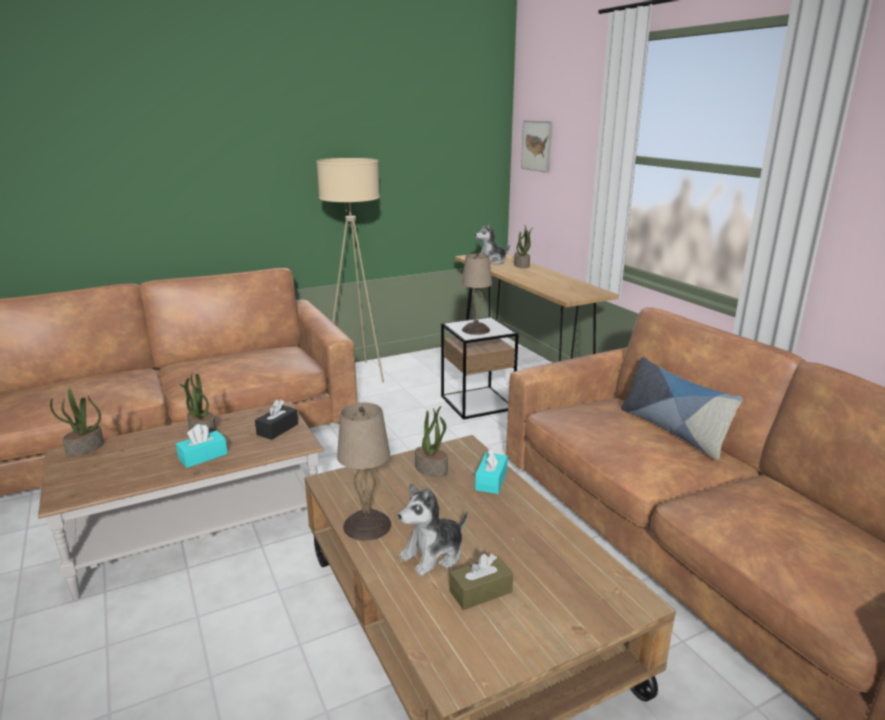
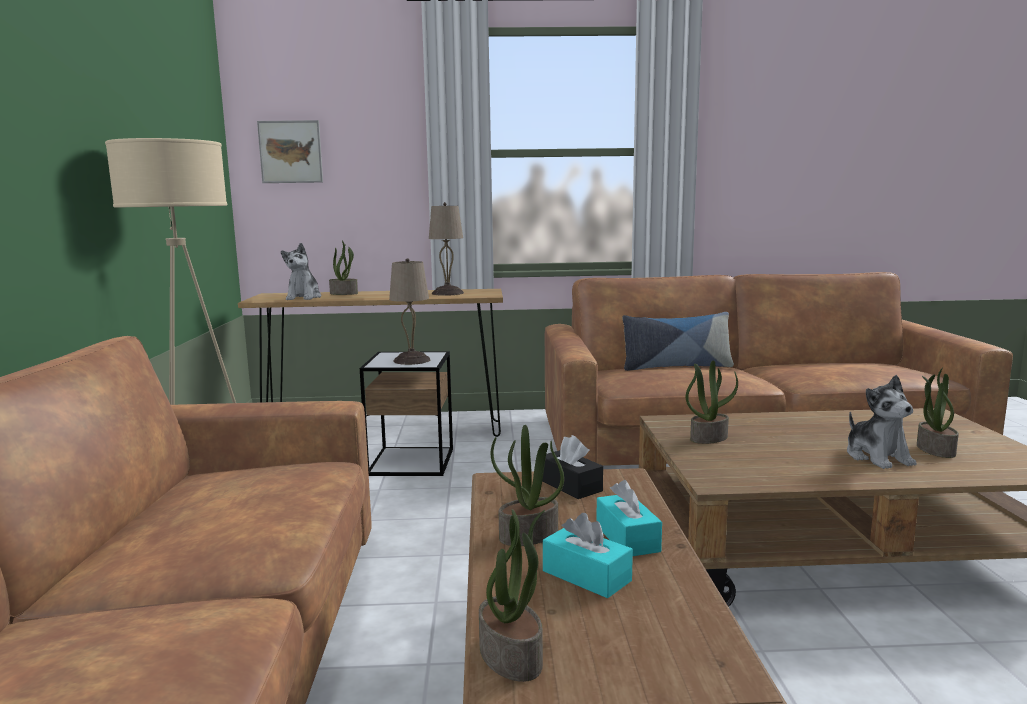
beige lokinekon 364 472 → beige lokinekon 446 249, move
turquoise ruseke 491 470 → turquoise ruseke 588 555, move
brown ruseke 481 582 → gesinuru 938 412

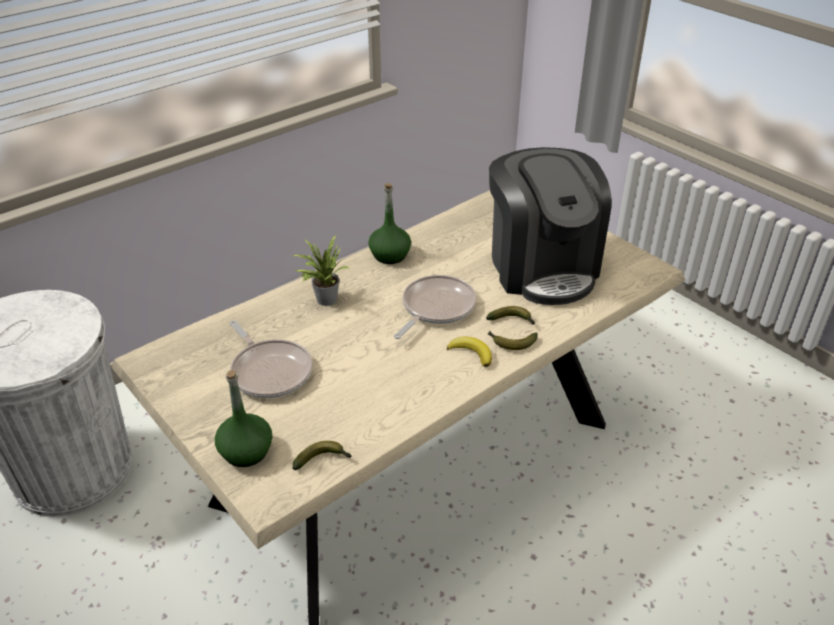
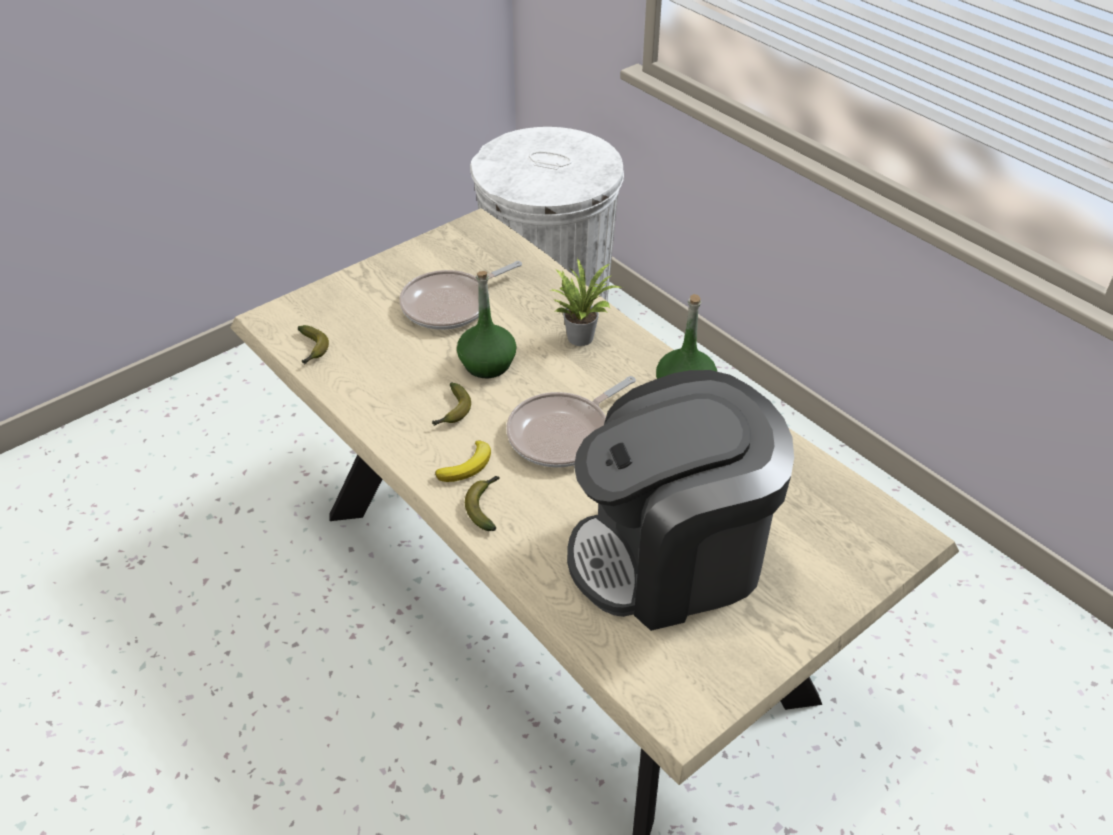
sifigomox 510 315 → sifigomox 451 404, move
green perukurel 243 418 → green perukurel 487 324, move
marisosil 435 307 → marisosil 571 422, 105 degrees clockwise

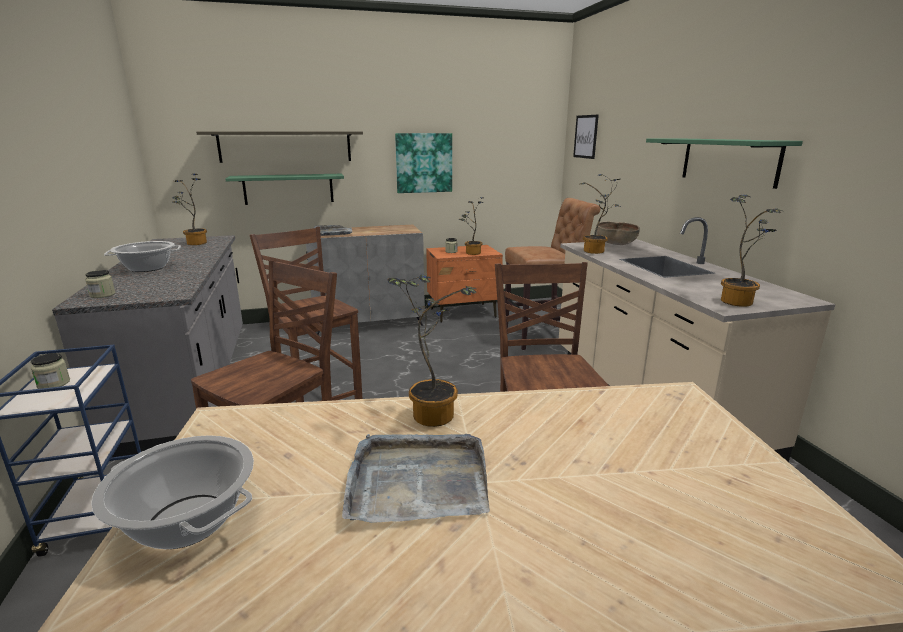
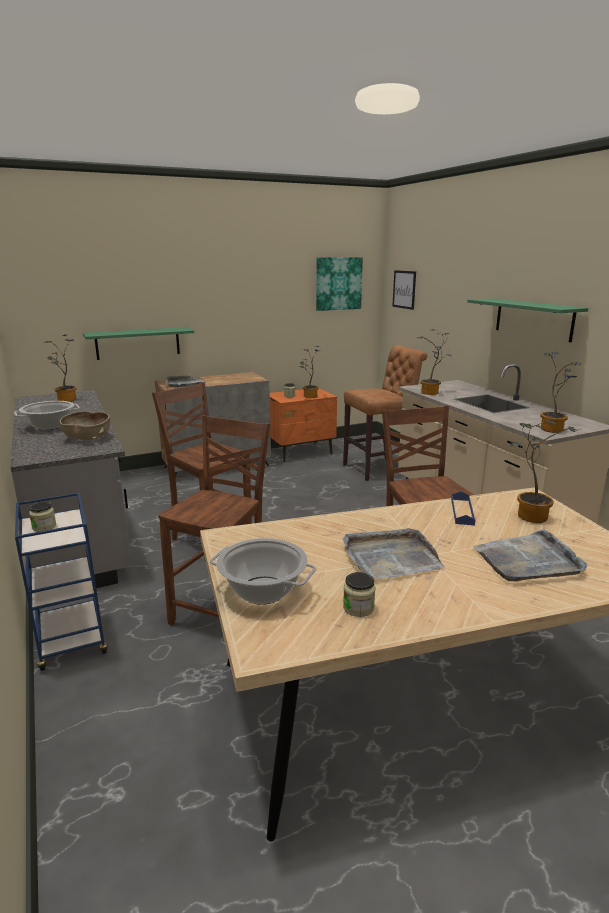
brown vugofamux 618 233 → brown vugofamux 85 425, move
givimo 423 163 → givimo 339 284, move
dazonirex 100 284 → dazonirex 359 594, move
- → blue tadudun 463 508
- → grey tadudun 530 555
gesinuru 432 350 → gesinuru 543 471, move
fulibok 279 147 → -

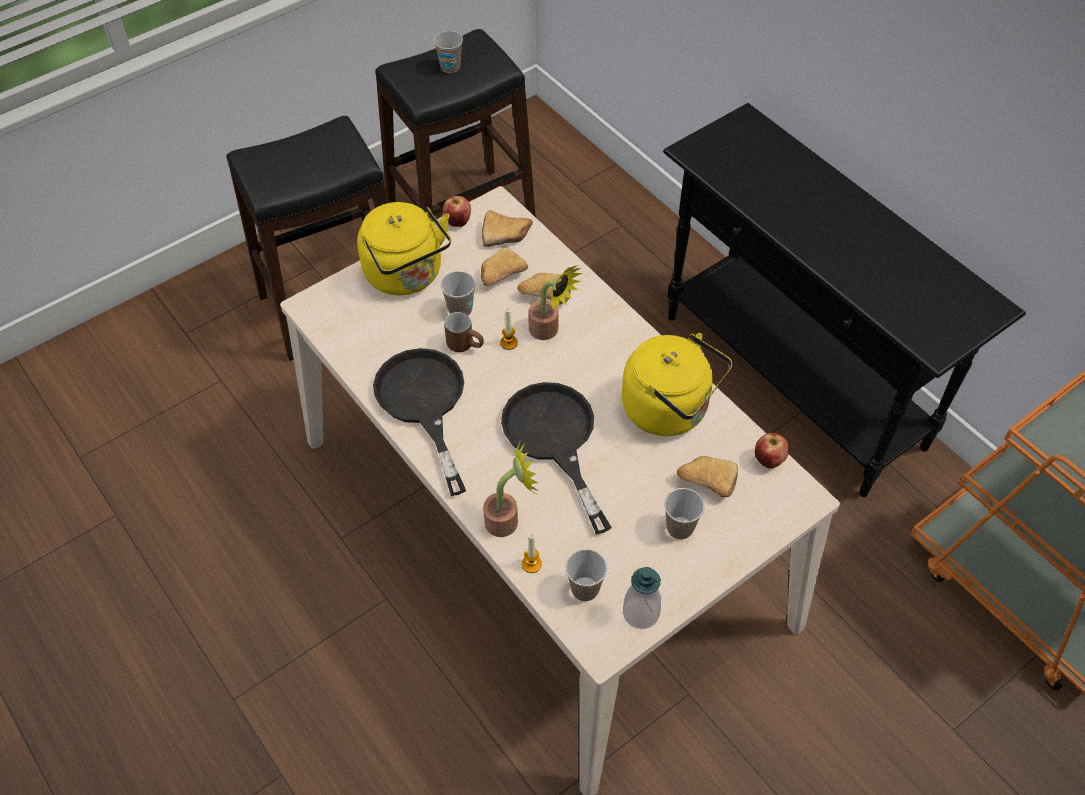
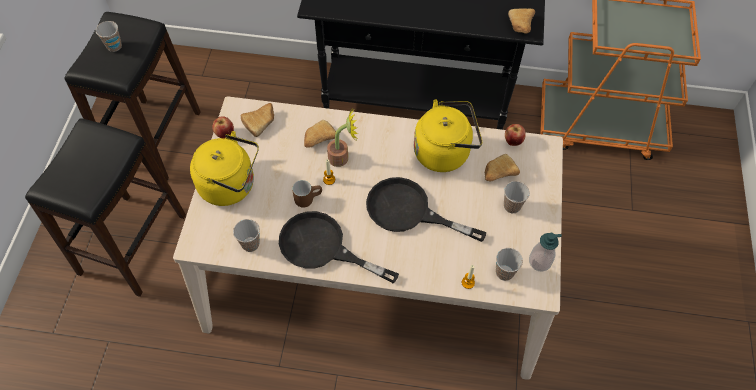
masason 457 293 → masason 246 235, move
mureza 504 267 → mureza 521 21, move
gesinuru 511 488 → -

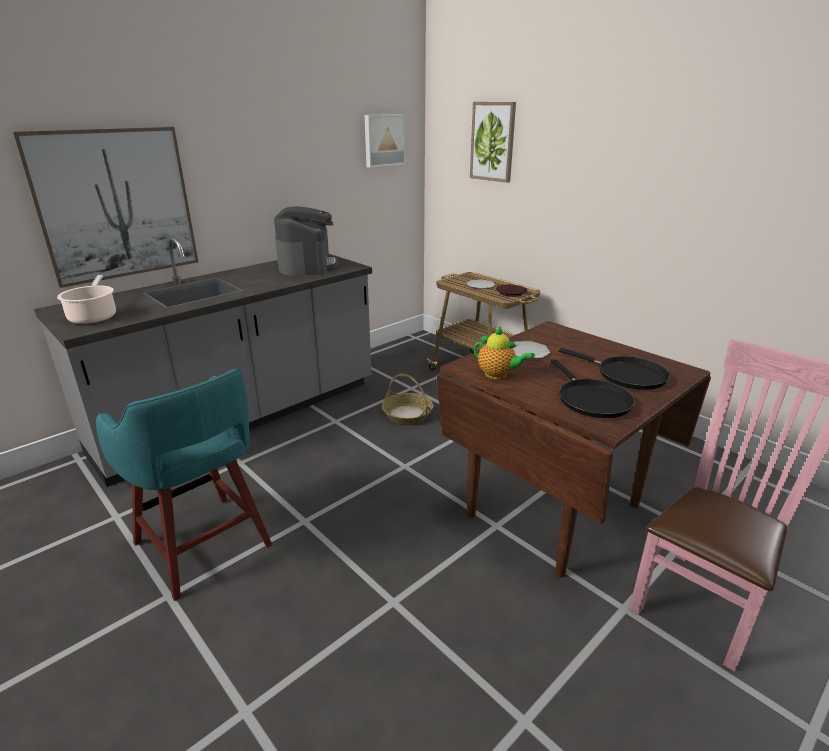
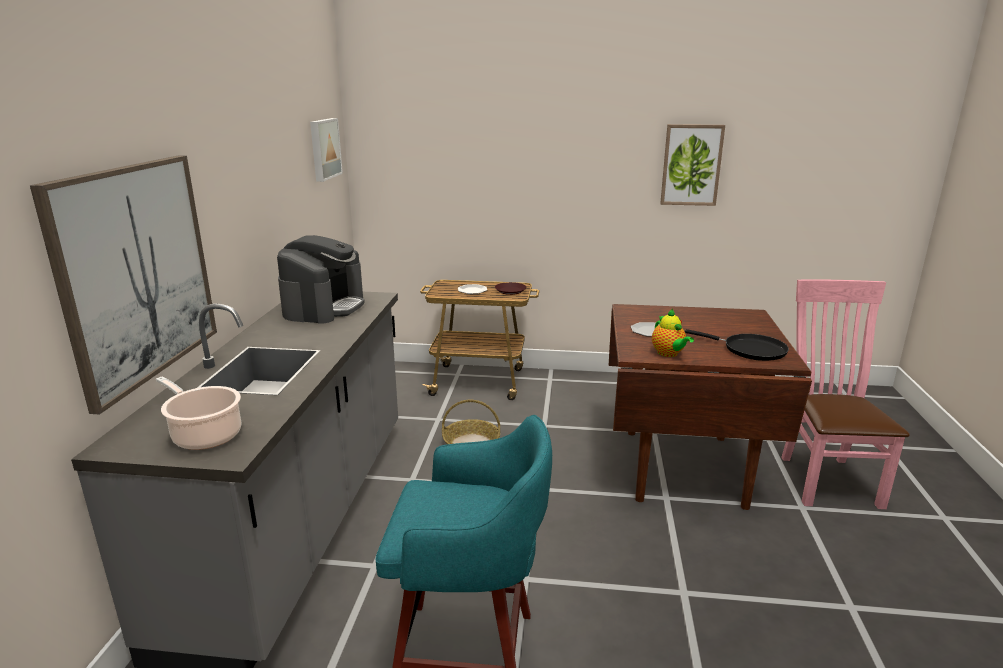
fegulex 306 241 → fegulex 321 279, 60 degrees clockwise
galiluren 504 352 → galiluren 673 333, 75 degrees clockwise
givimo 493 142 → givimo 692 165, move
black marisosil 614 369 → -

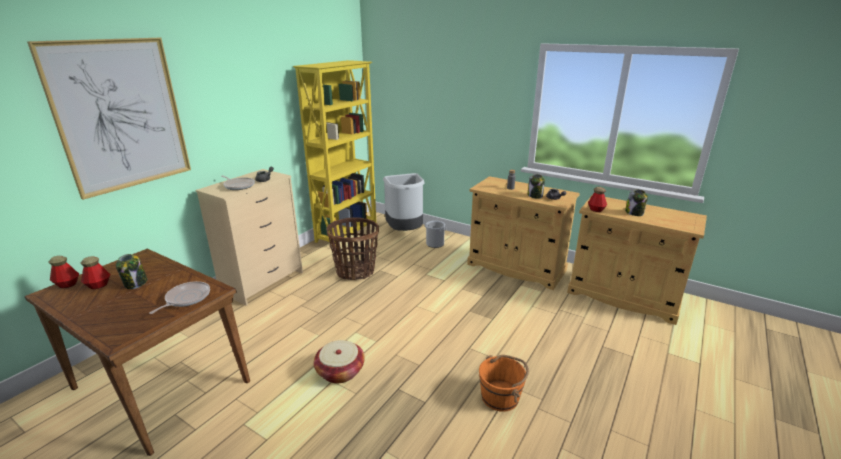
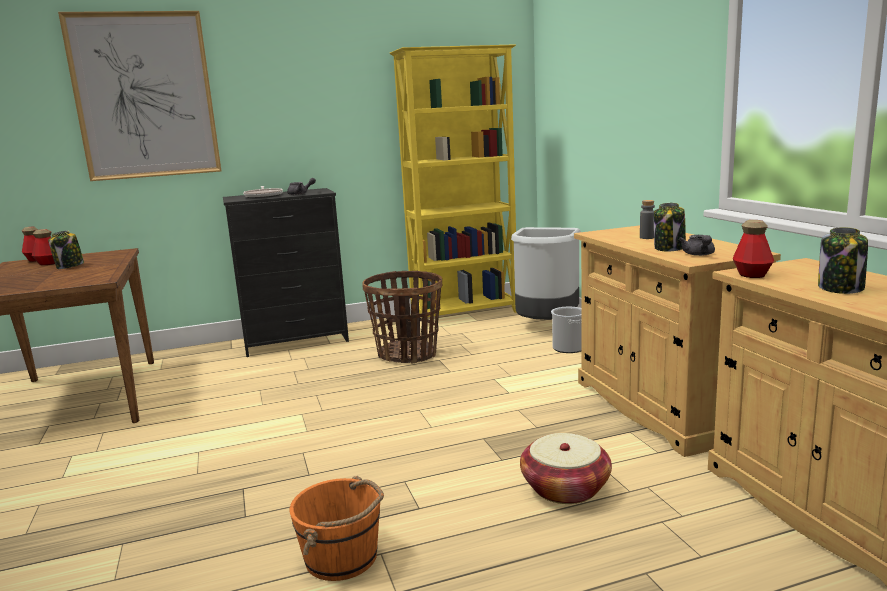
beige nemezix 249 237 → black nemezix 286 272
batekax 339 361 → batekax 566 468, move
marisosil 179 297 → -

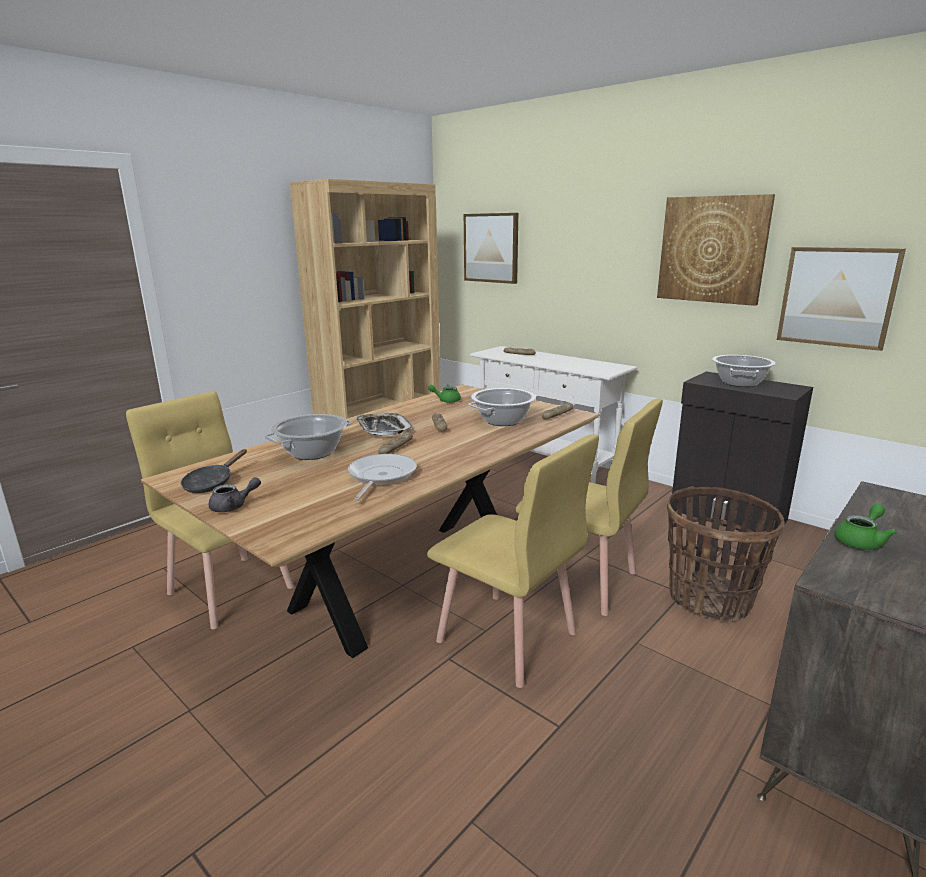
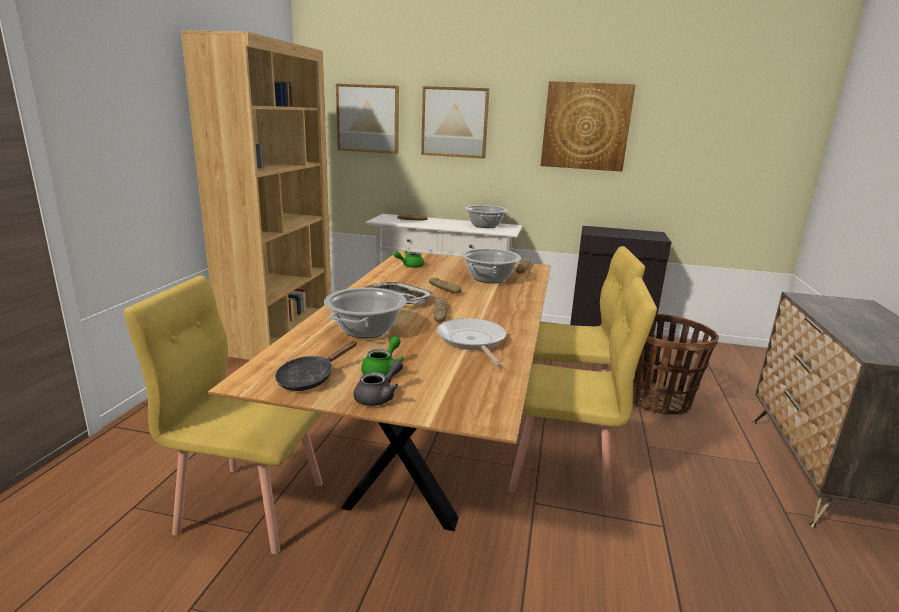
black marisosil 214 471 → black marisosil 316 366, 45 degrees clockwise
green galiluren 865 527 → green galiluren 382 356, move
givimo 841 299 → givimo 455 122, move
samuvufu 744 371 → samuvufu 486 216, move

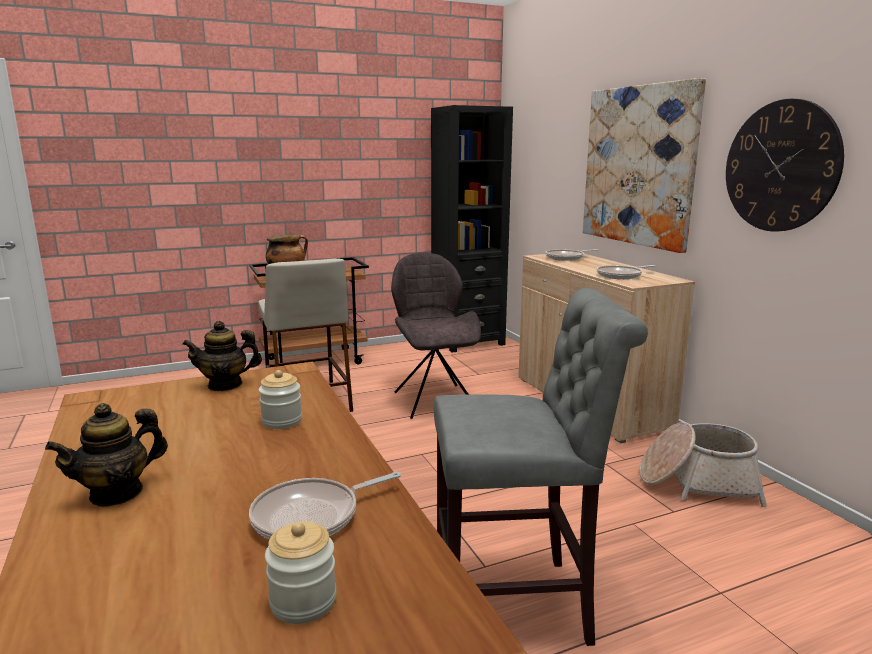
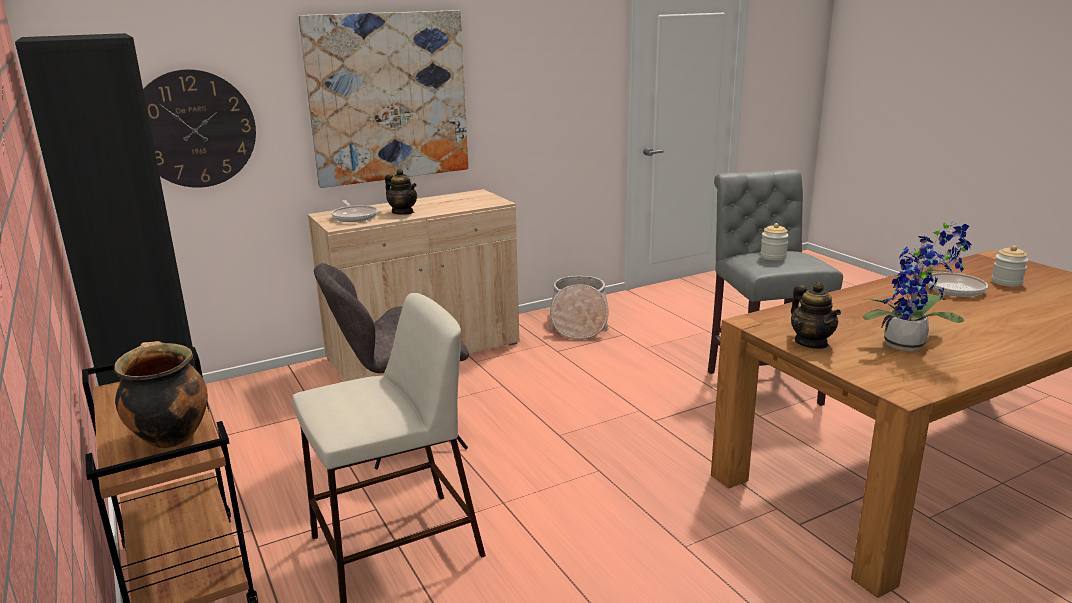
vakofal 785 165 → vakofal 199 128, move
galiluren 106 455 → galiluren 401 192, move
dazonirex 280 399 → dazonirex 774 241, move
- → gesinuru 917 285
marisosil 626 272 → -

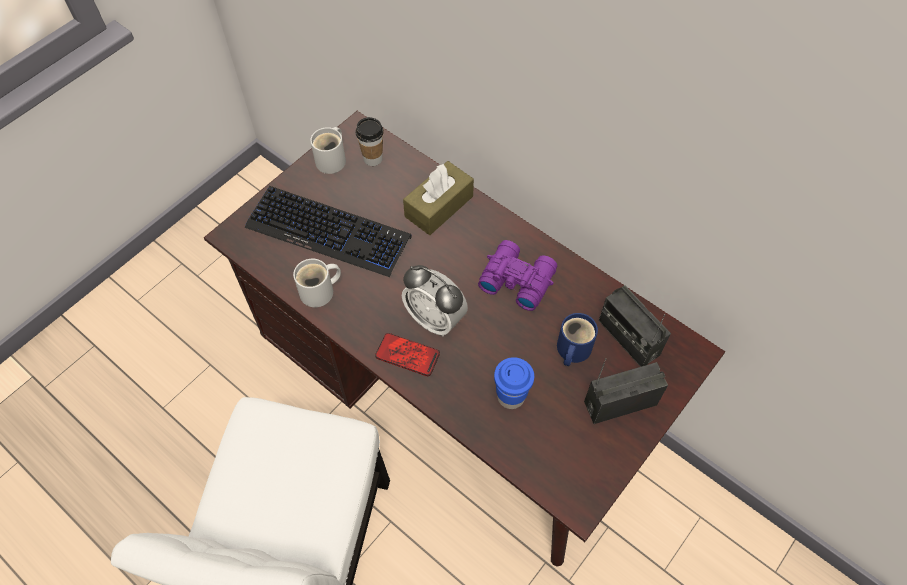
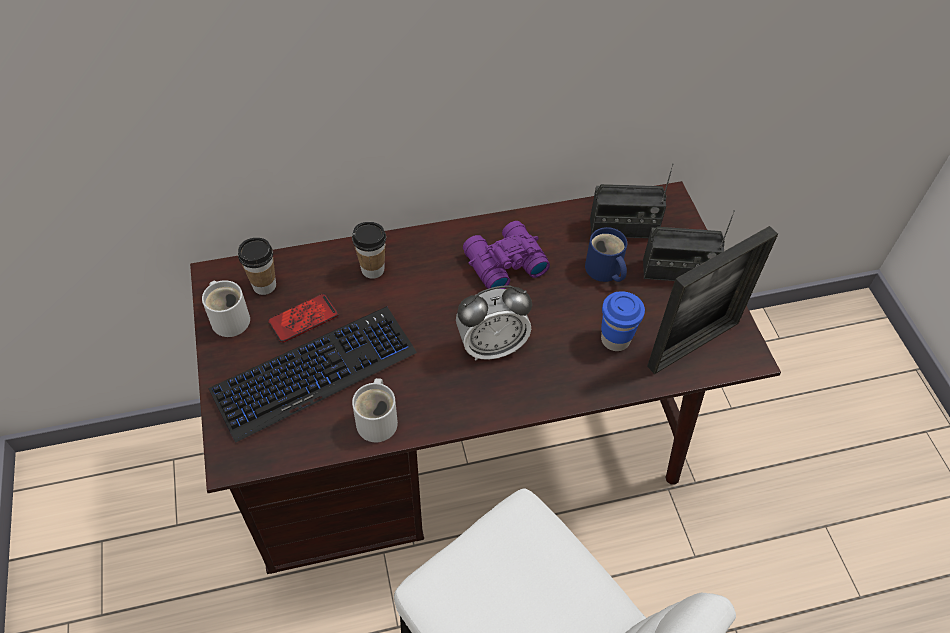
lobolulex 407 354 → lobolulex 303 318, move
brown ruseke 438 198 → masason 369 250
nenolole 626 391 → nenolole 689 245, 105 degrees counterclockwise
- → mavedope 712 300

